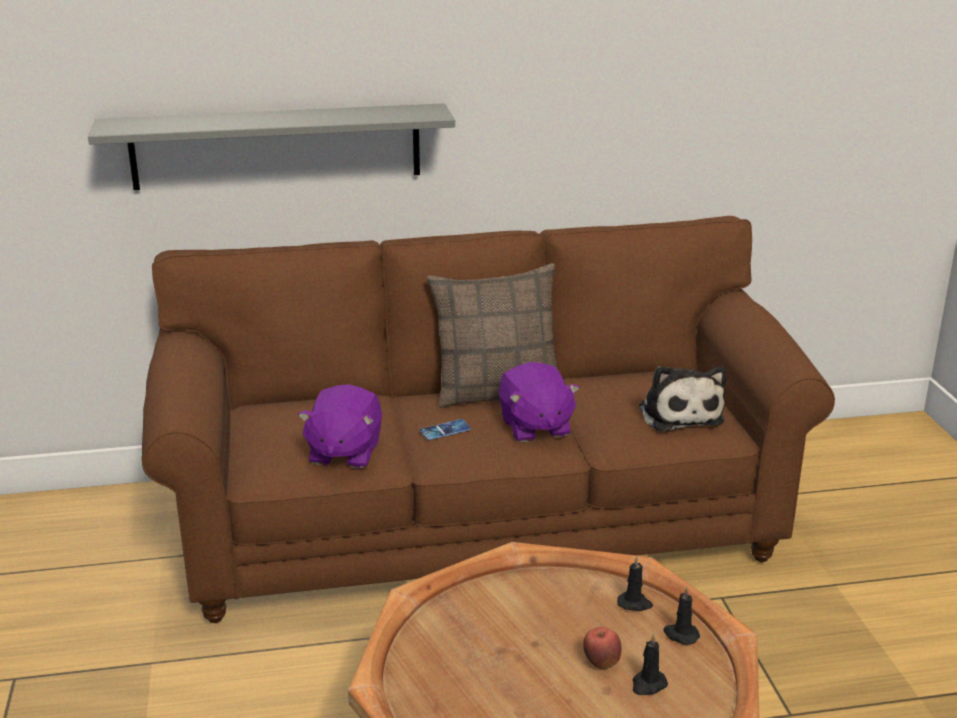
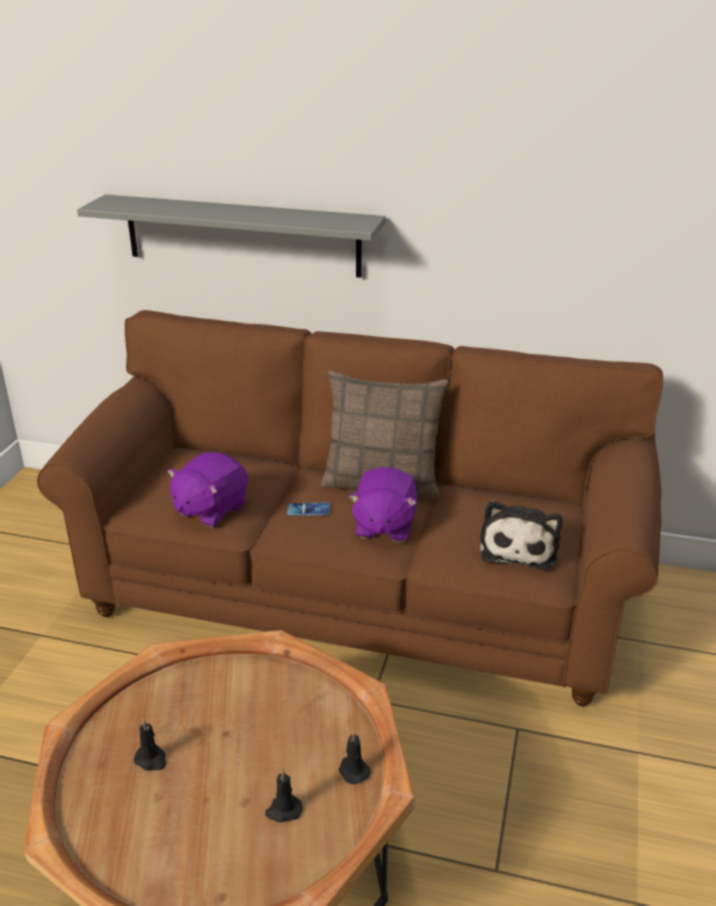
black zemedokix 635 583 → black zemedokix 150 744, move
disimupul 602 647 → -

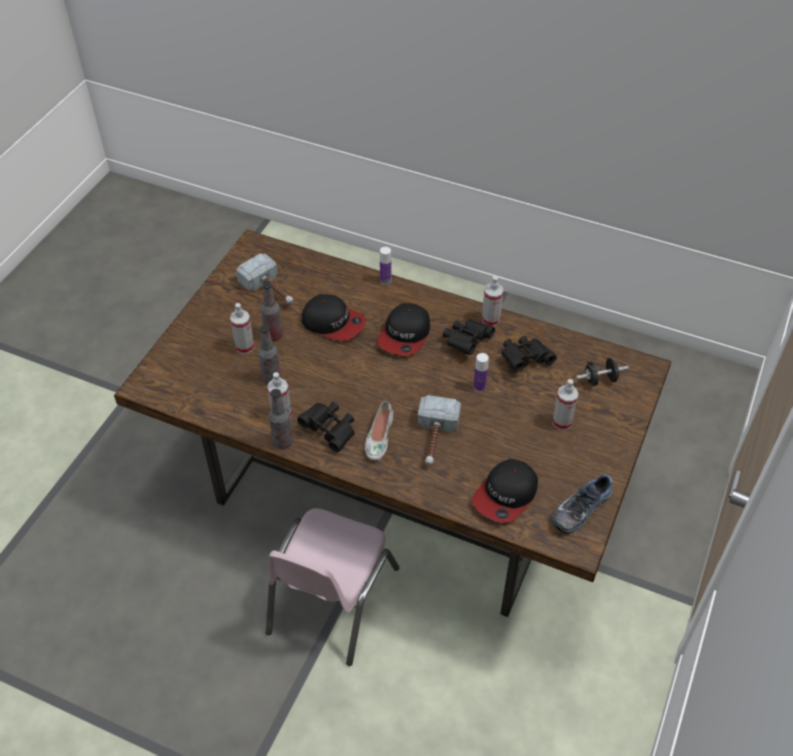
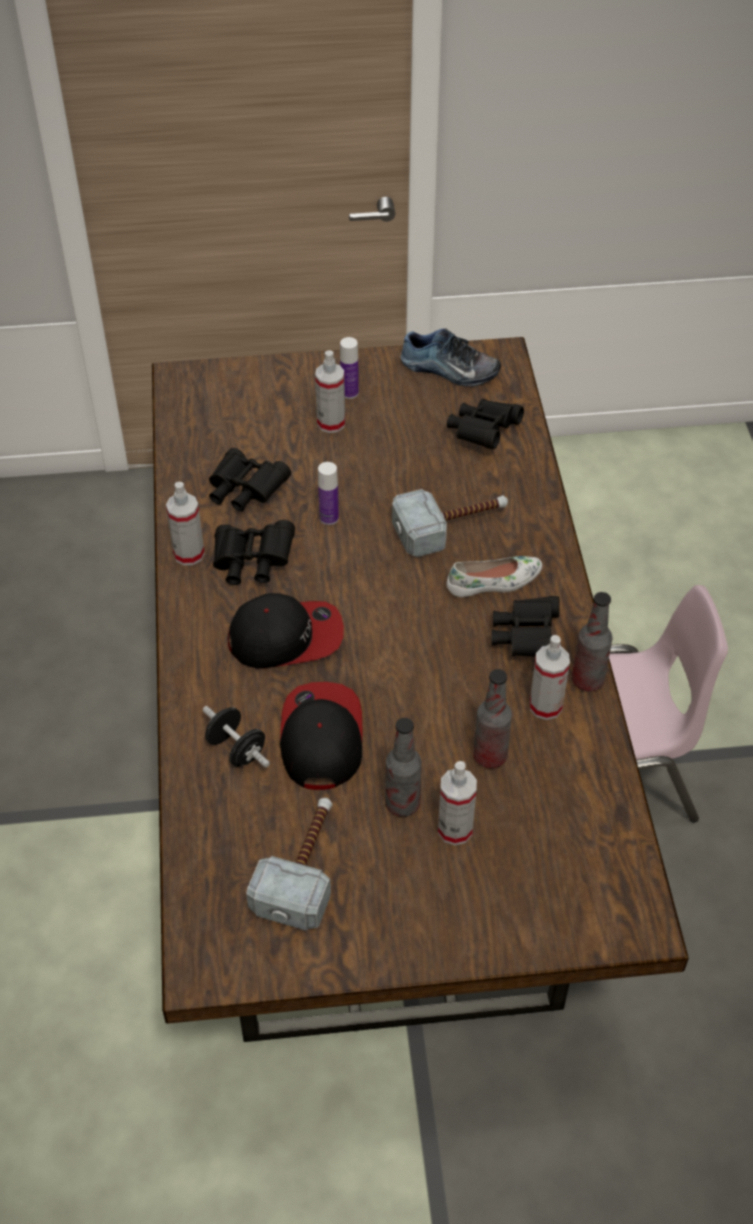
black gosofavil 602 372 → black gosofavil 236 736, move
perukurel 386 266 → perukurel 349 368, move
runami 505 491 → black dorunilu 485 424

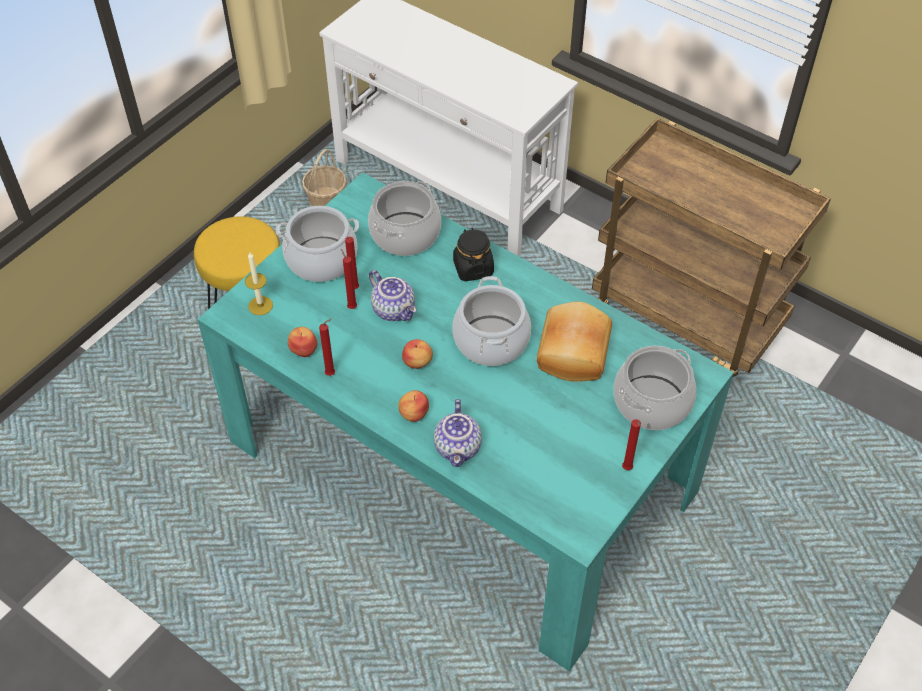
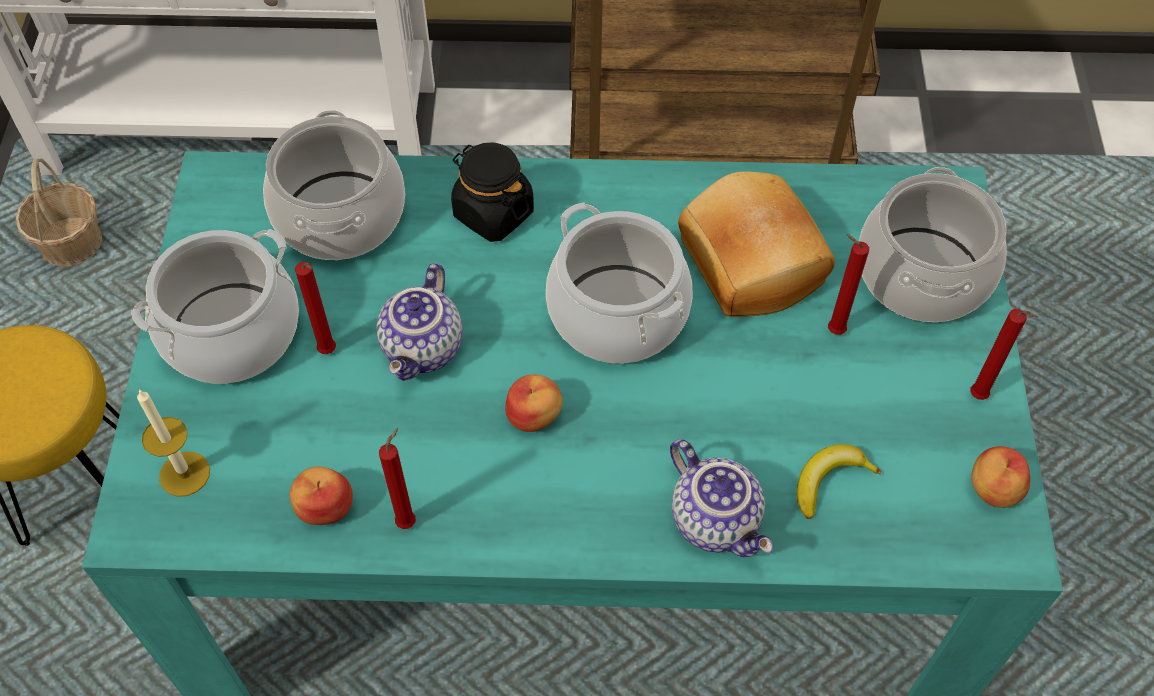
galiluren 393 295 → galiluren 420 322, 90 degrees clockwise
- → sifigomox 839 481
red zemedokix 349 279 → red zemedokix 848 284, move
disimupul 413 406 → disimupul 1000 477, move

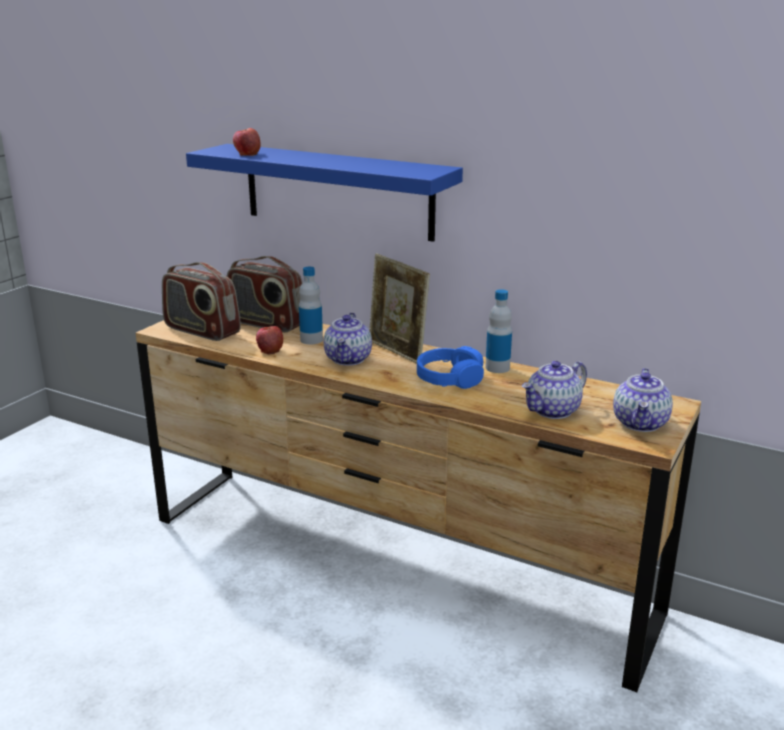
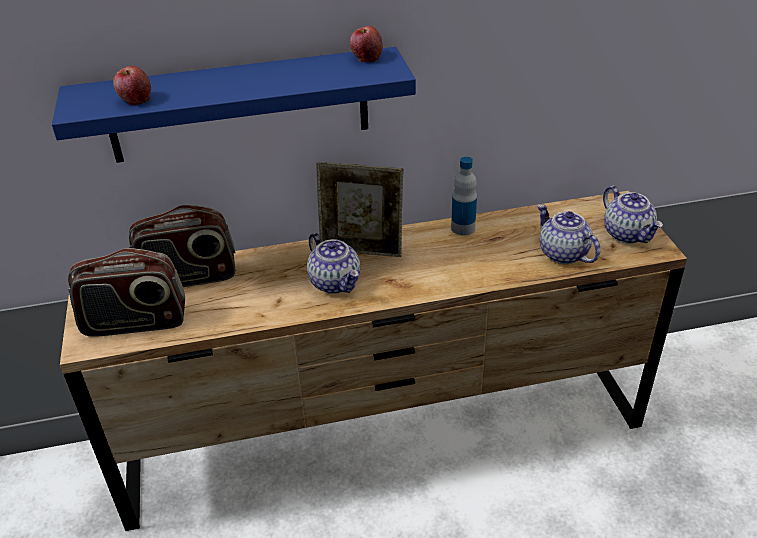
disimupul 269 340 → disimupul 366 44, move
galiluren 554 390 → galiluren 568 234, 135 degrees clockwise
perukurel 311 305 → -
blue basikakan 450 367 → -

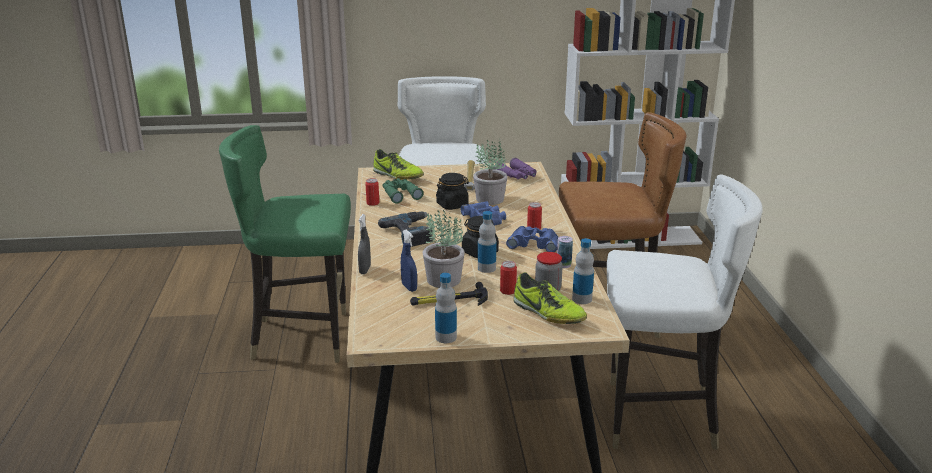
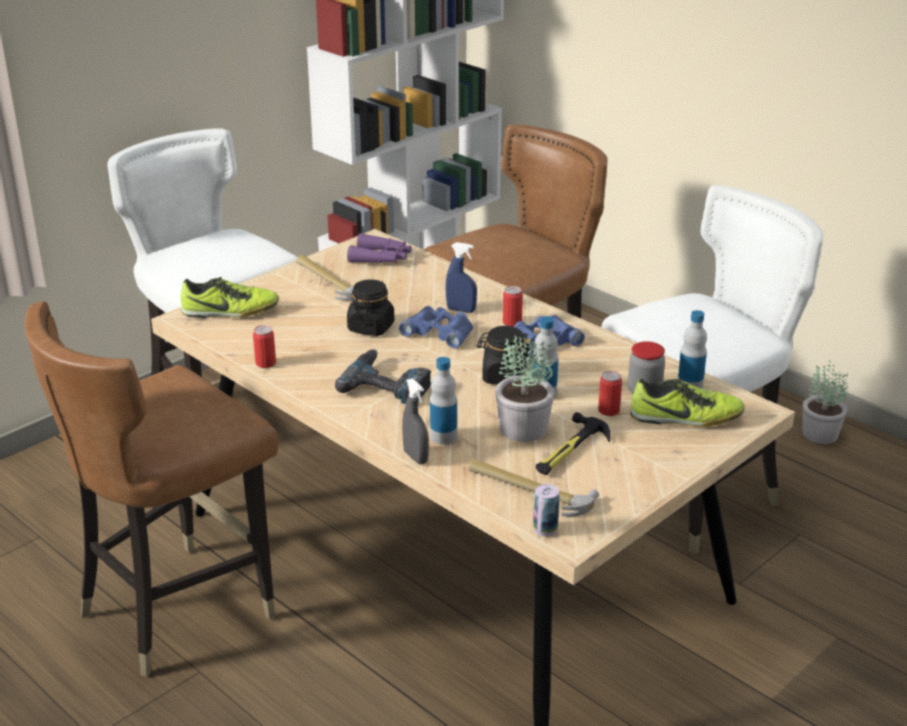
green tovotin 285 244 → brown tovotin 151 489
perukurel 446 308 → perukurel 443 401, move
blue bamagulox 409 260 → blue bamagulox 461 277, move
- → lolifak 533 487
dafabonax 565 252 → dafabonax 546 510, move
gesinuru 490 172 → gesinuru 825 402, move
green dorunilu 402 191 → -

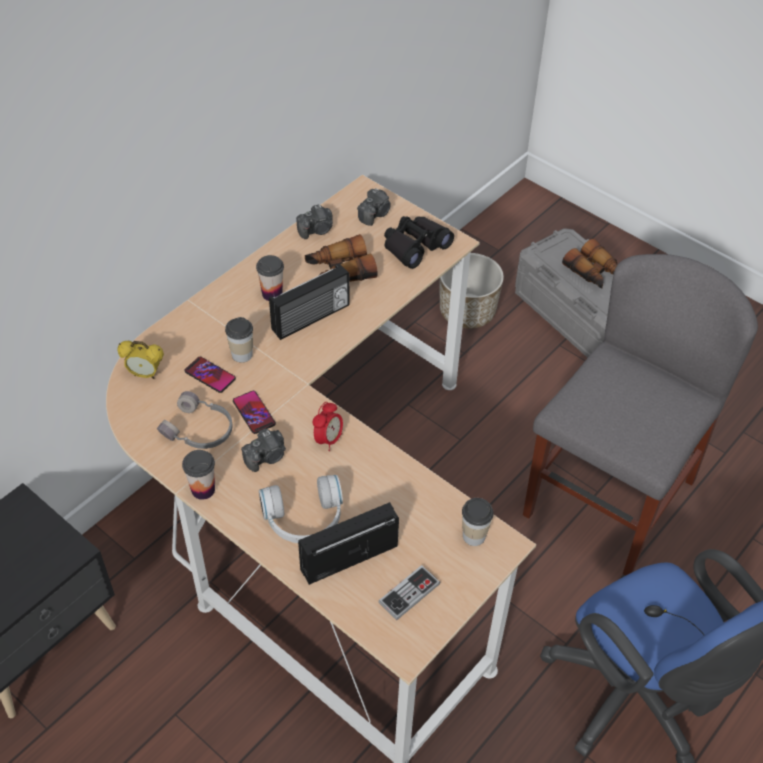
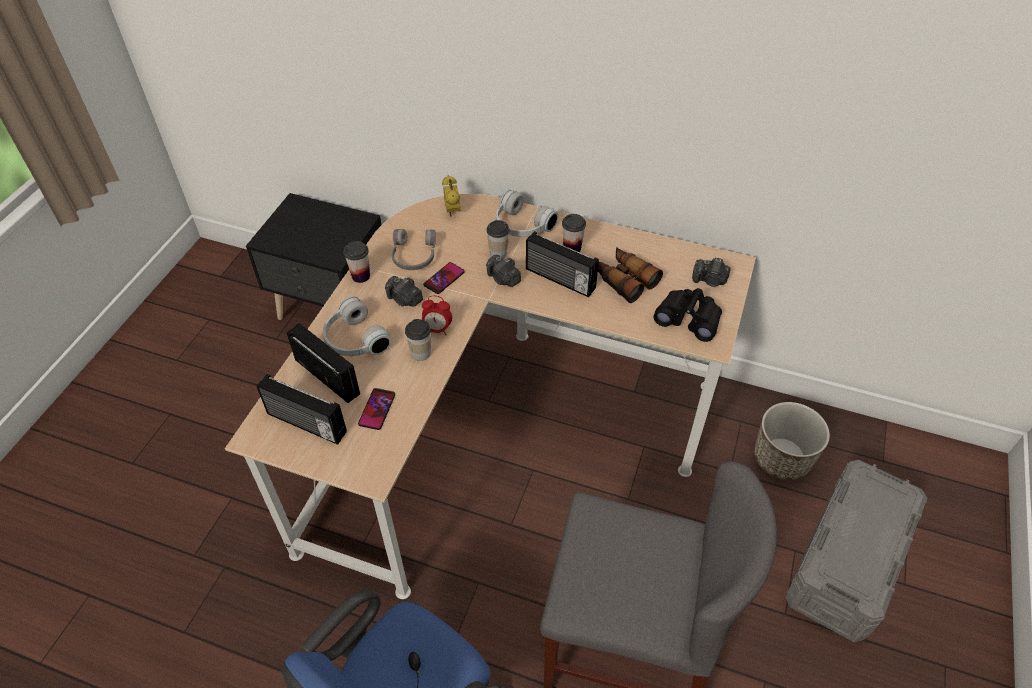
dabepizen 409 592 → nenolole 302 409
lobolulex 210 375 → lobolulex 376 409, move
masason 478 522 → masason 418 340, move
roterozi 314 222 → roterozi 503 271, move
- → white basikakan 527 213
dorunilu 590 264 → -

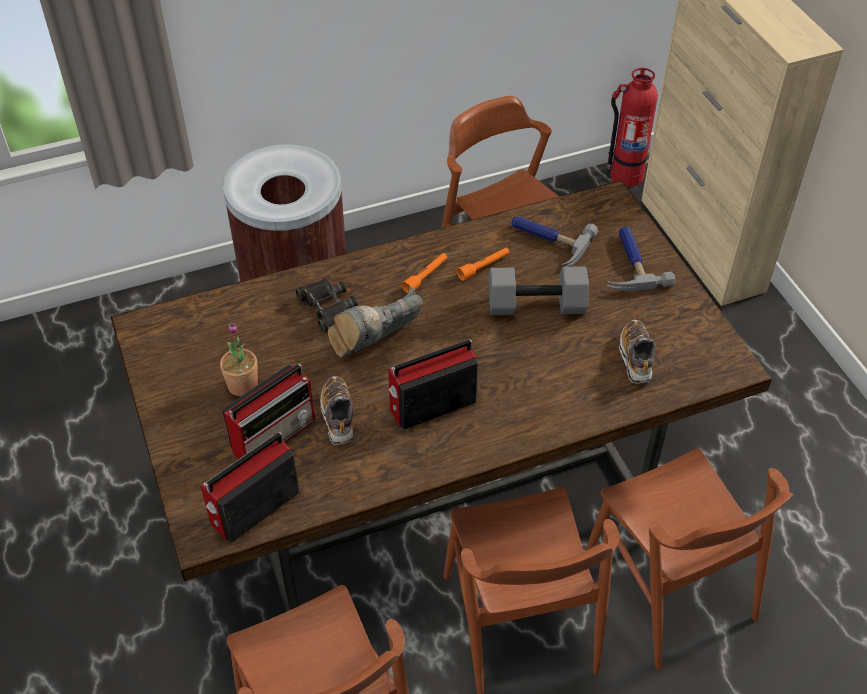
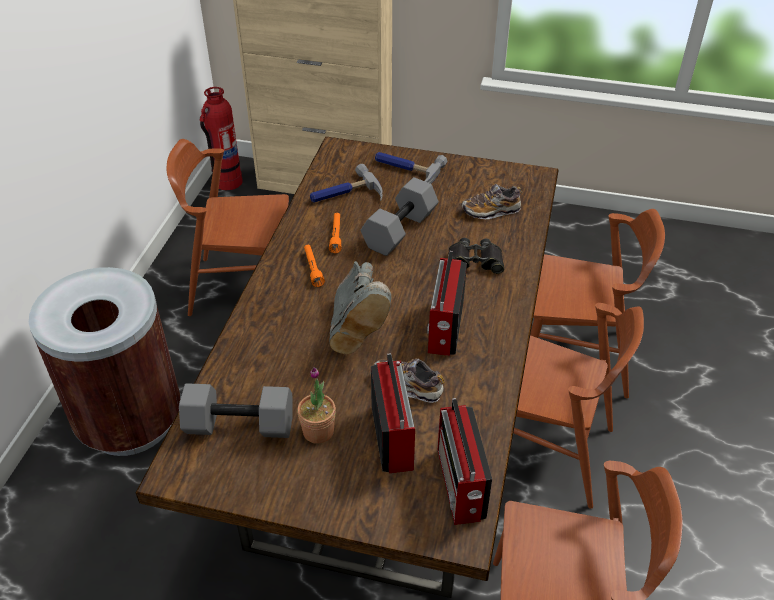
- → grey gosofavil 236 410
black dorunilu 326 306 → black dorunilu 476 256, move
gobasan 637 352 → gobasan 492 201, 45 degrees counterclockwise

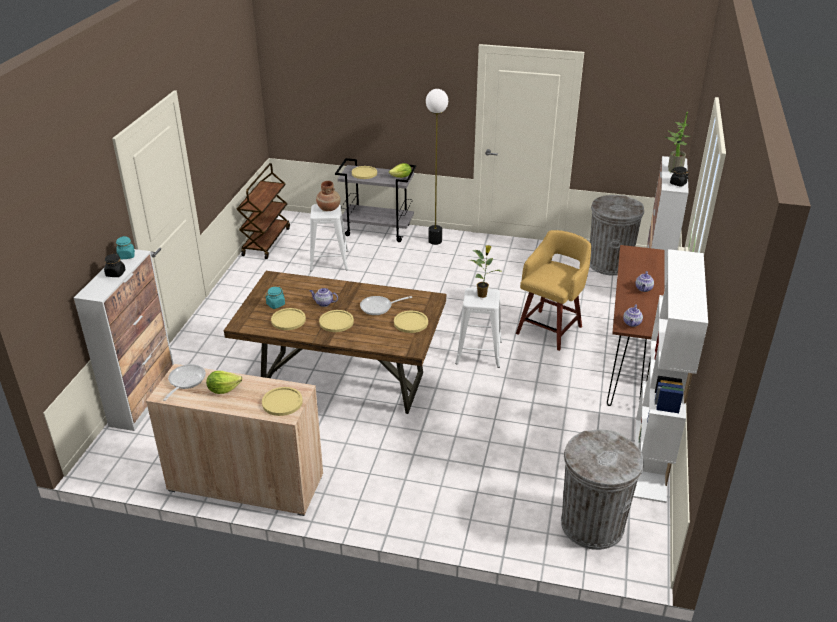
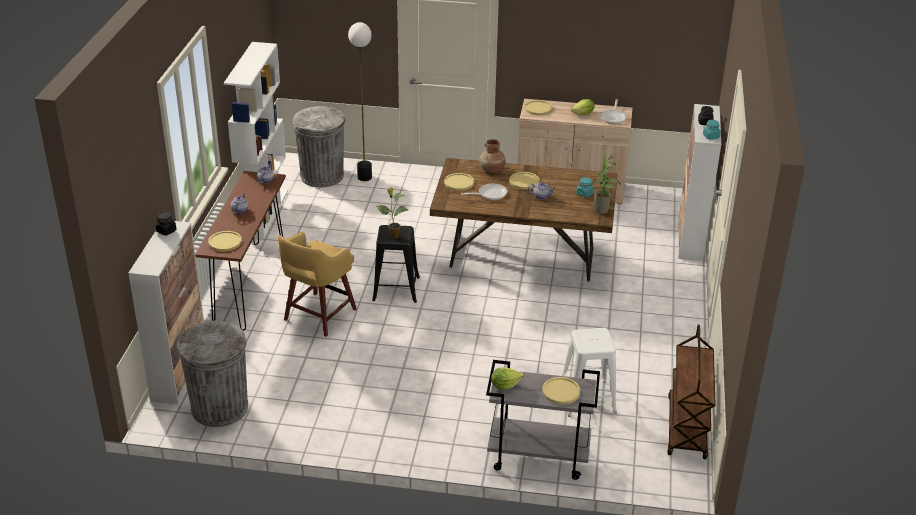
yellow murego 288 319 → yellow murego 225 241, move
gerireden 437 167 → gerireden 360 101, move
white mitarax 478 327 → black mitarax 396 264
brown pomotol 328 196 → brown pomotol 492 156, move
gesinuru 678 142 → gesinuru 607 182, move

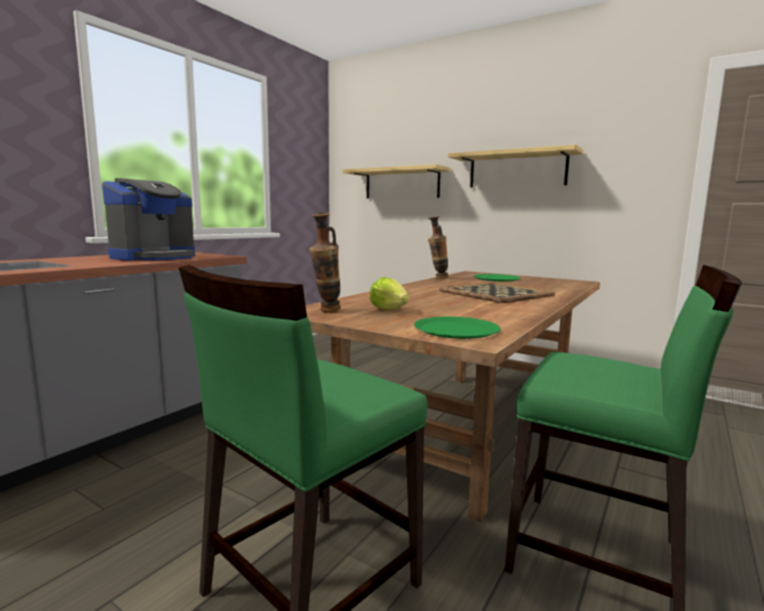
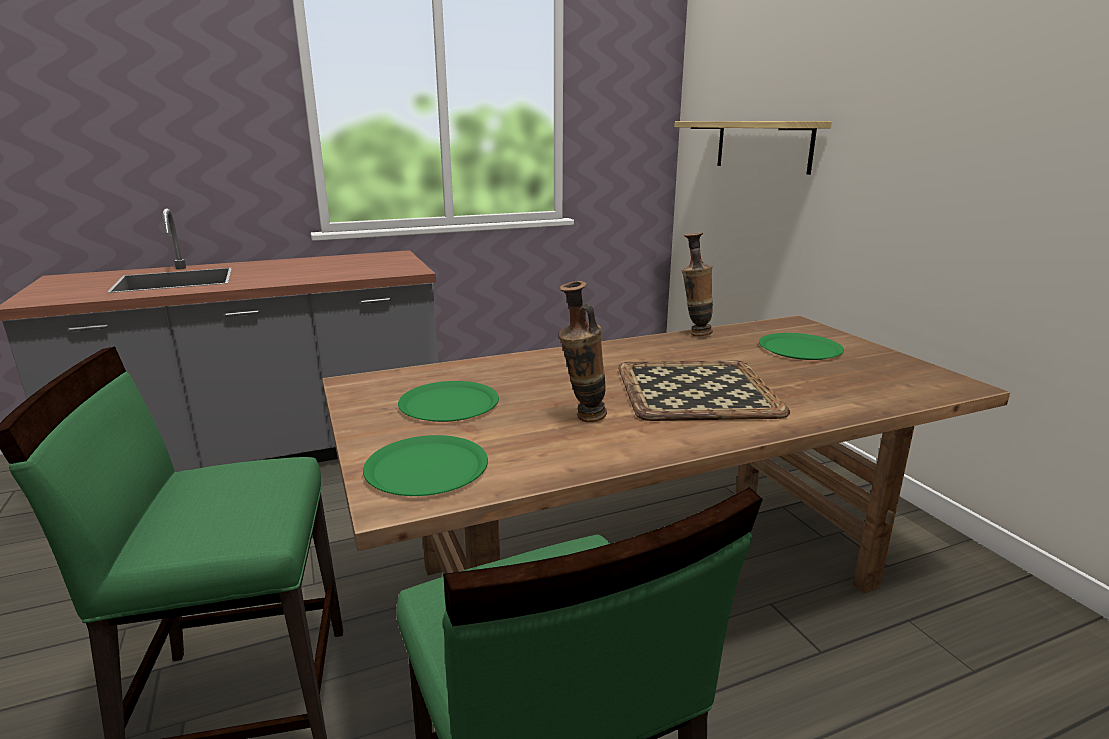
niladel 389 293 → green murego 448 401
pomotol 325 263 → pomotol 583 351, move
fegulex 148 219 → -
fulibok 516 166 → -

